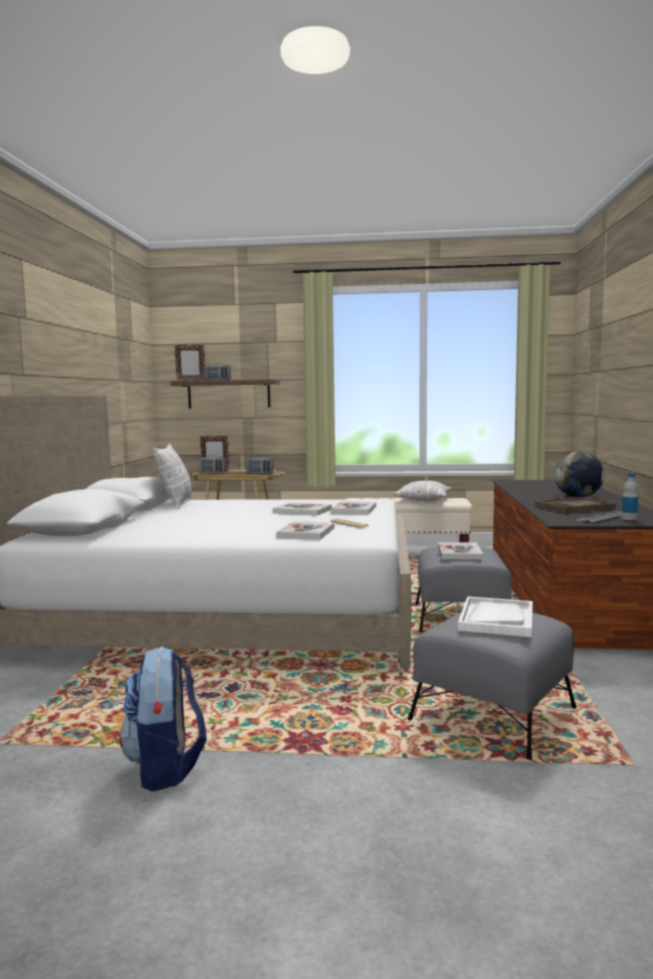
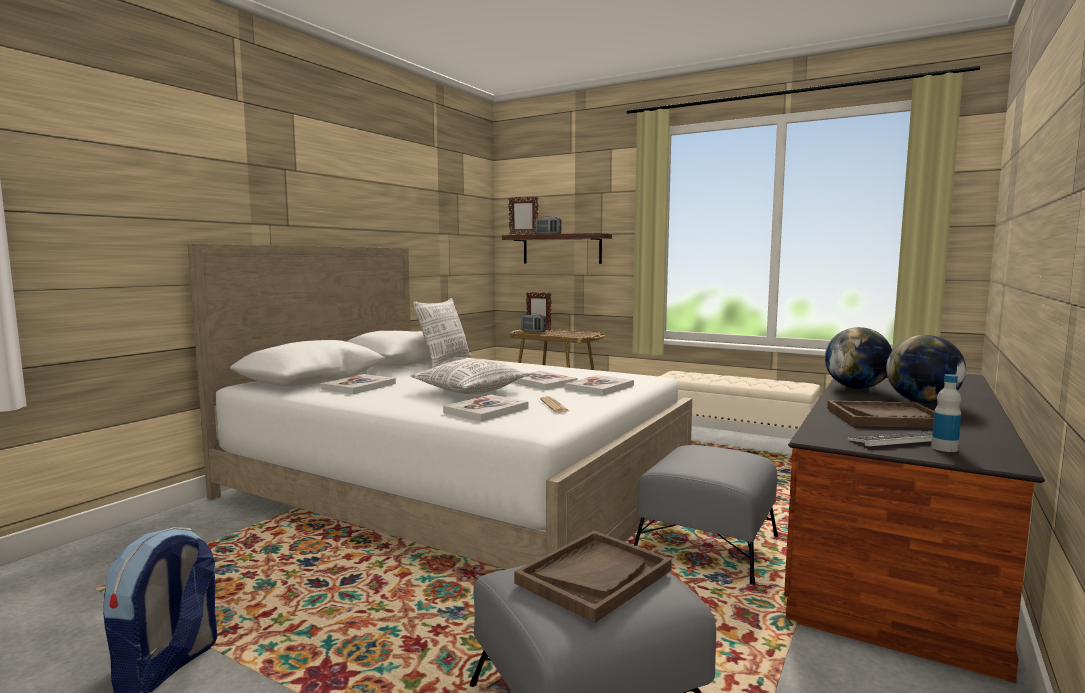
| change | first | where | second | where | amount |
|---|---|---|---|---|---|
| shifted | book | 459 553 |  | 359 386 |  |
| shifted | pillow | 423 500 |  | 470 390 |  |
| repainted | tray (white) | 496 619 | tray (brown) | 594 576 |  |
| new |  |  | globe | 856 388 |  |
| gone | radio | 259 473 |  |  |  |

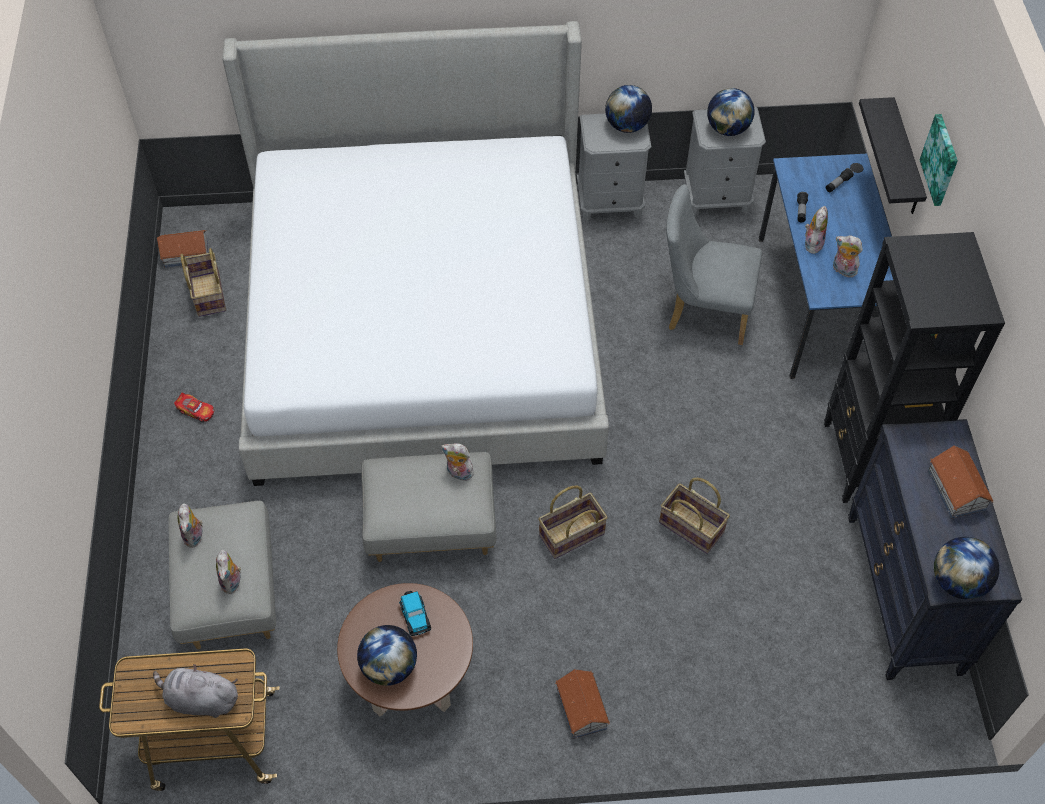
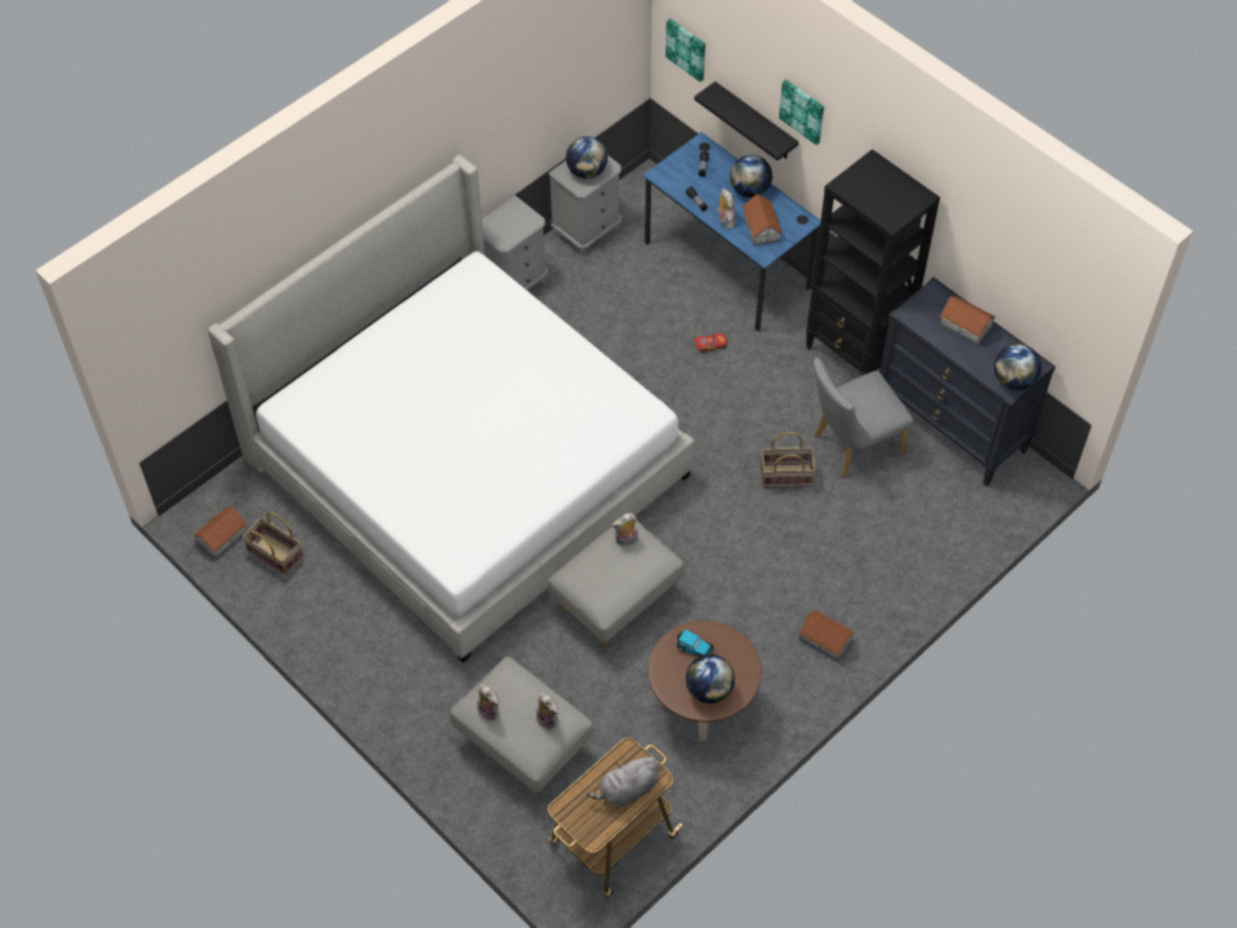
| change | first | where | second | where | amount |
|---|---|---|---|---|---|
| new |  |  | picture | 687 49 |  |
| shifted | toy car | 196 411 |  | 710 345 |  |
| shifted | globe | 627 126 |  | 750 190 |  |
| swapped | plush toy | 842 270 | toy house | 761 227 |  |
| shifted | chair (grey) | 702 310 |  | 852 445 |  |
| gone | basket | 572 535 |  |  |  |

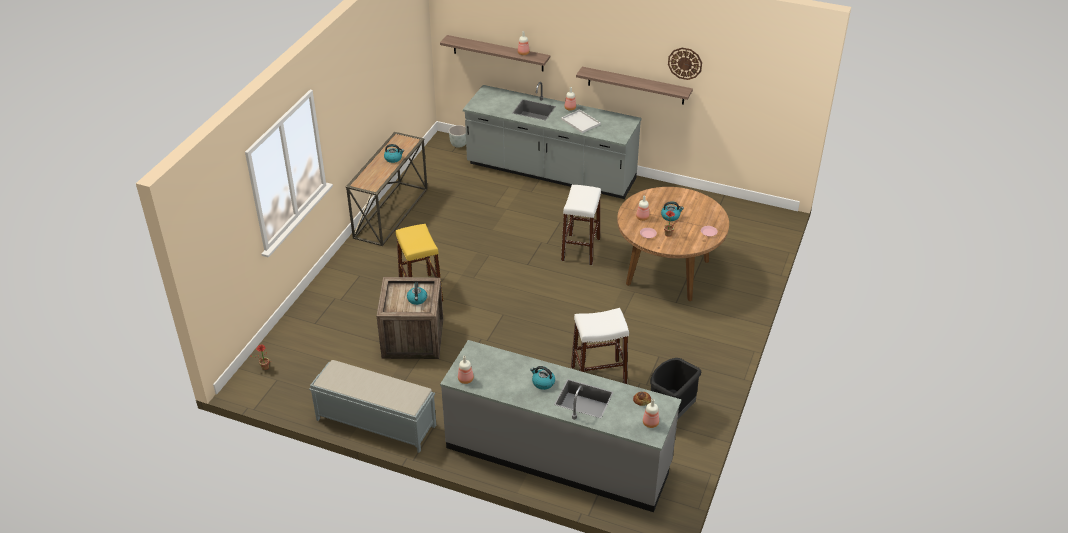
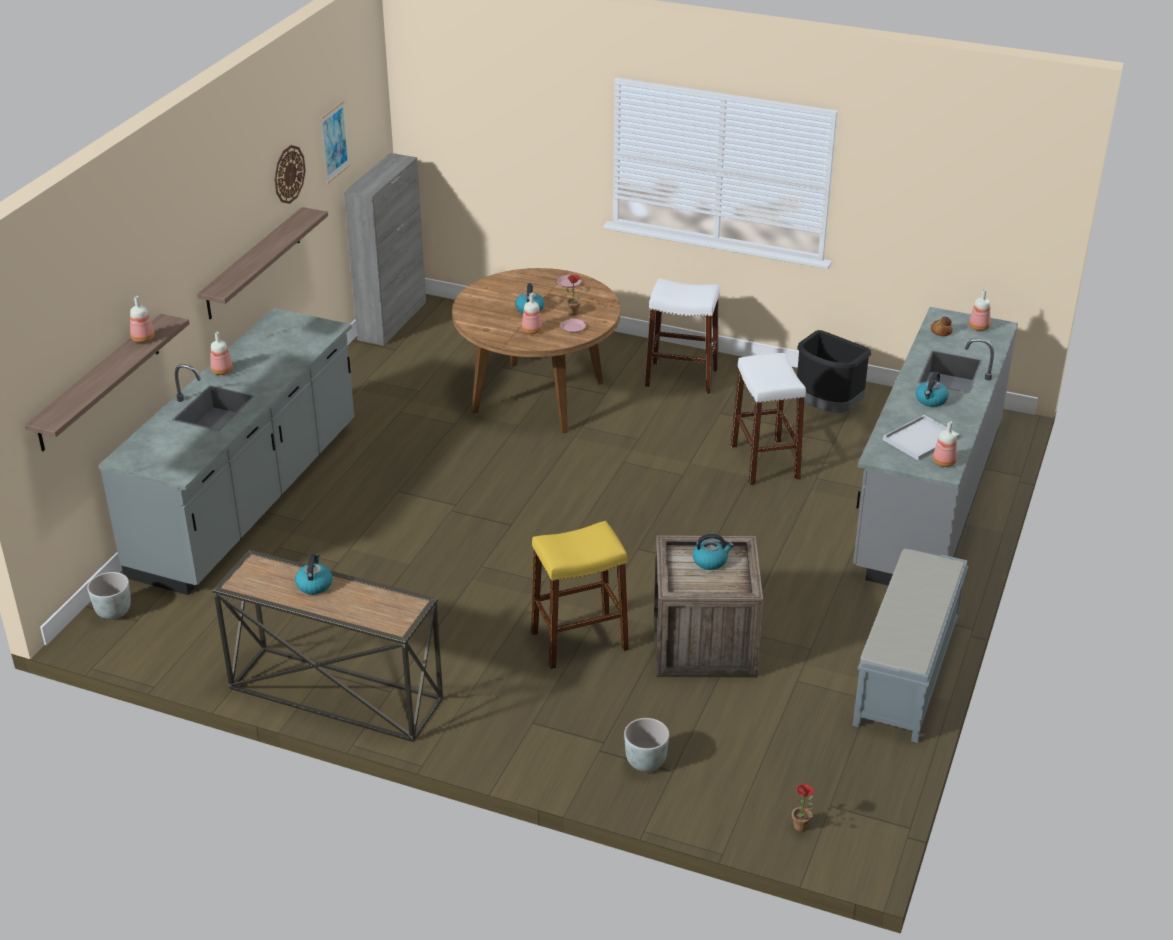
| change | first | where | second | where | amount |
|---|---|---|---|---|---|
| new |  |  | picture | 334 141 |  |
| new |  |  | cabinet (grey) | 393 320 |  |
| new |  |  | planter (grey) | 646 762 |  |
| shifted | stool (white) | 580 249 |  | 681 378 |  |
| shifted | tray (white) | 581 122 |  | 921 438 |  |

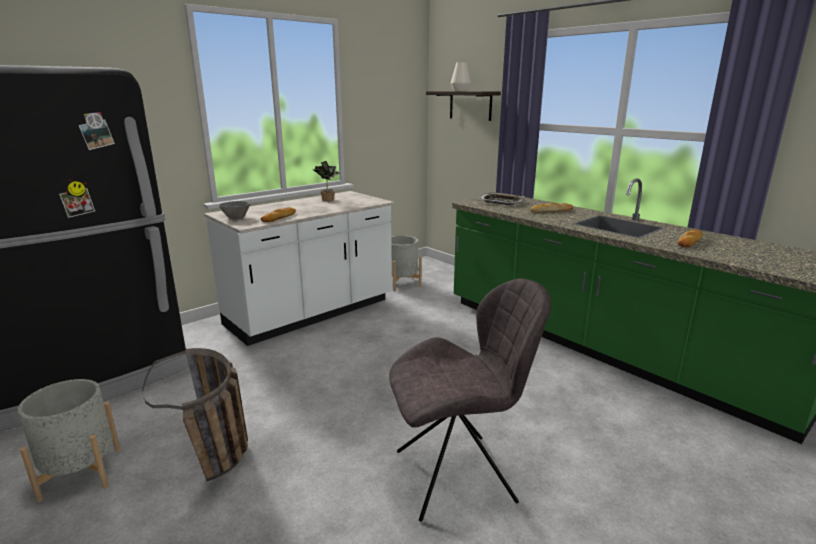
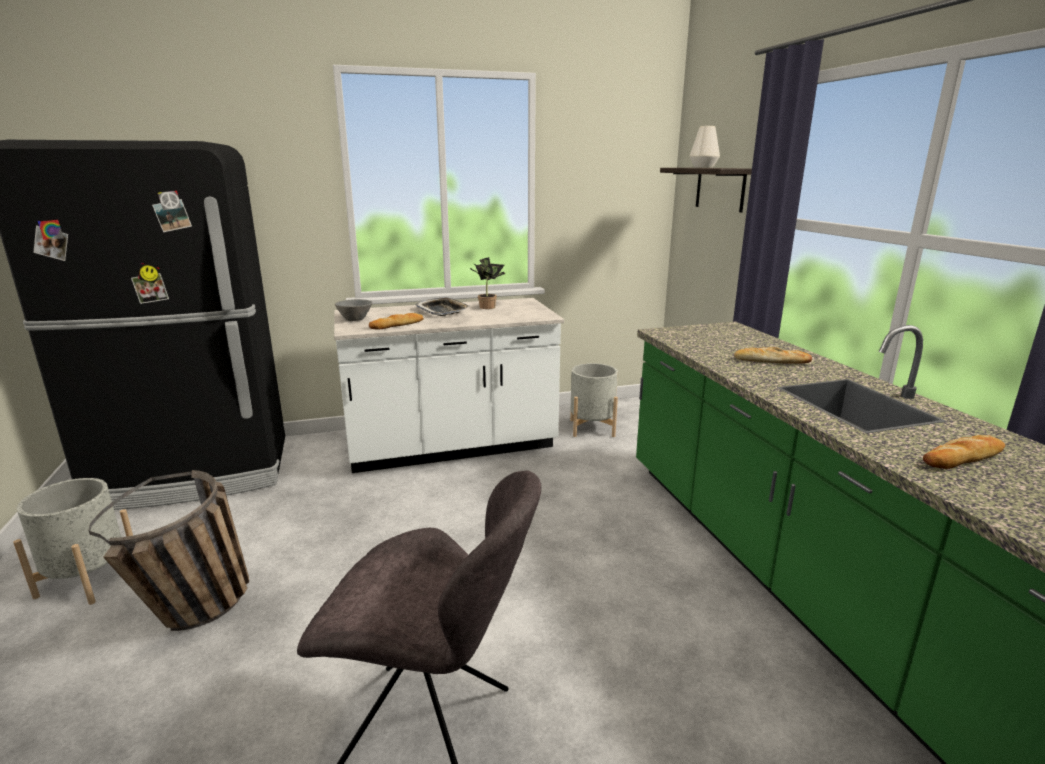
| change | first | where | second | where | amount |
|---|---|---|---|---|---|
| shifted | tray | 502 202 |  | 442 311 |  |

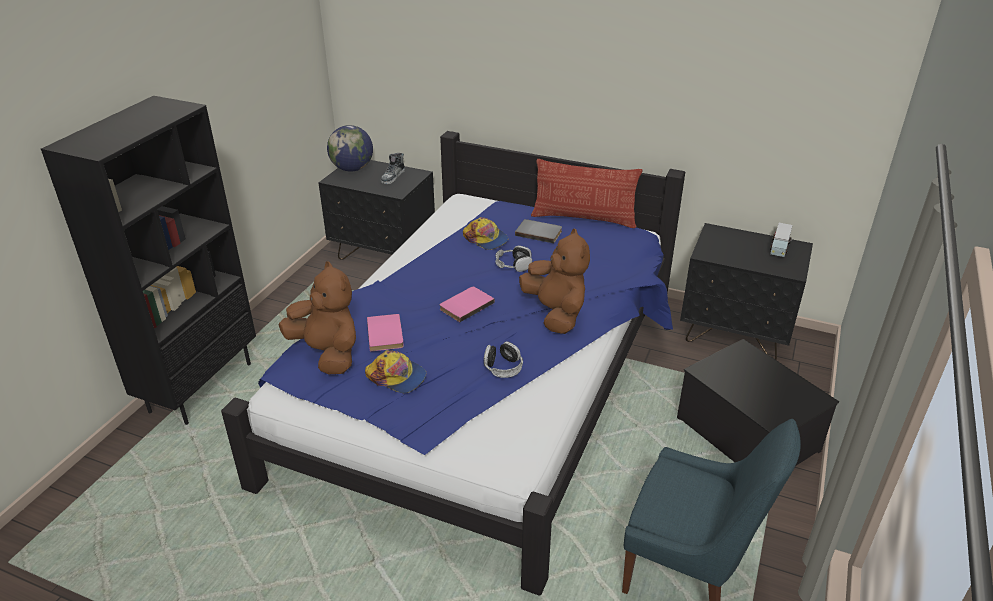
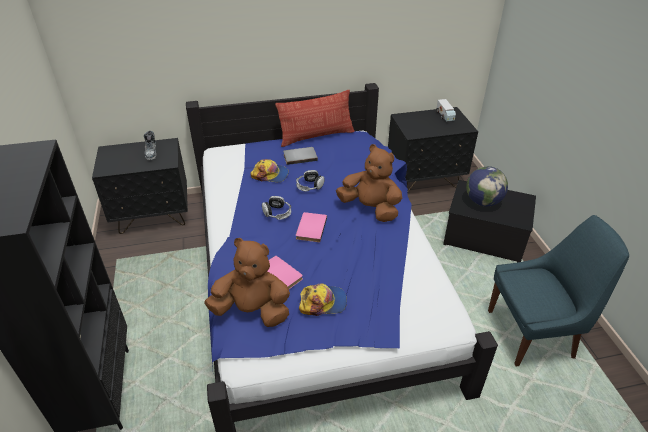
| change | first | where | second | where | amount |
|---|---|---|---|---|---|
| shifted | headphones | 503 367 |  | 277 213 |  |
| shifted | globe | 352 169 |  | 483 202 |  |

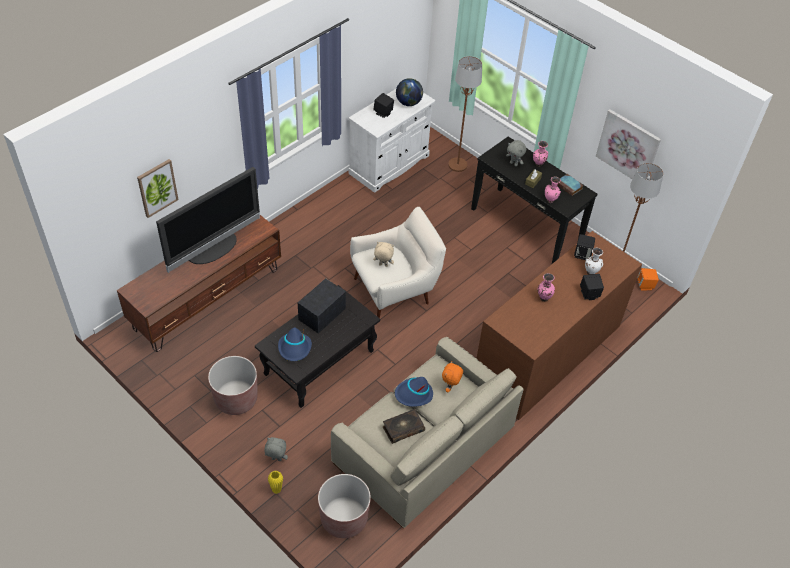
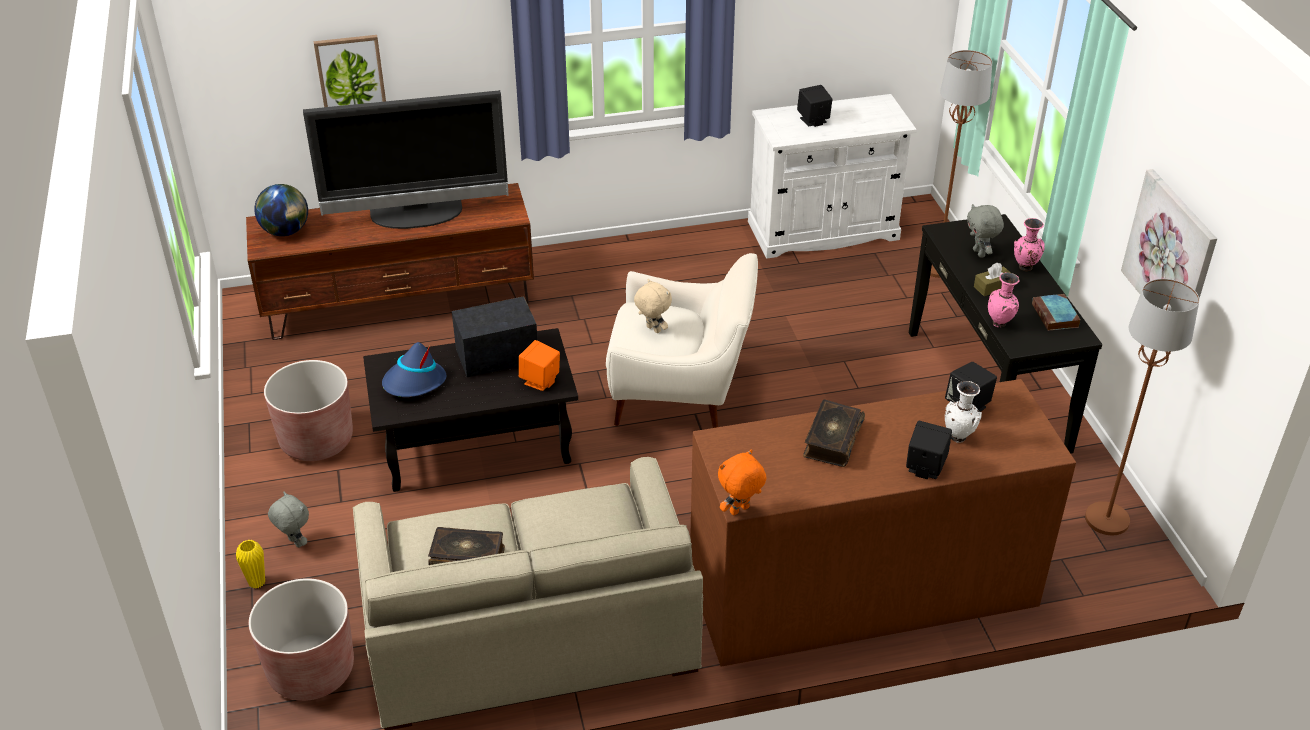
| change | first | where | second | where | amount |
|---|---|---|---|---|---|
| shifted | globe | 409 103 |  | 286 231 |  |
| shifted | speaker (orange) | 645 285 |  | 540 381 |  |
| shifted | plush toy (orange) | 450 387 |  | 740 511 |  |
| swapped | vase (pink) | 543 298 | book | 832 440 |  |
| gone | hat (blue) | 413 394 |  |  |  |

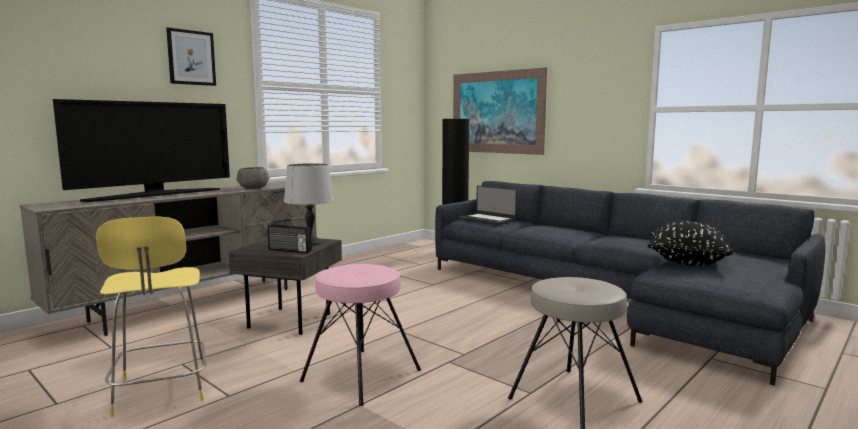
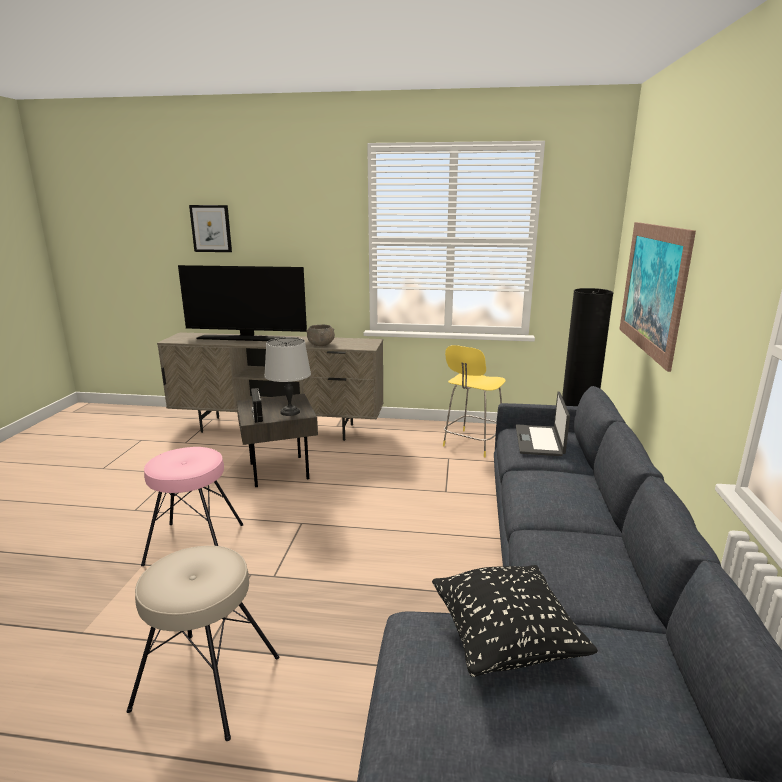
| change | first | where | second | where | amount |
|---|---|---|---|---|---|
| shifted | picture | 191 57 |  | 211 228 |  |
| shifted | stool (yellow) | 161 391 |  | 472 444 |  |

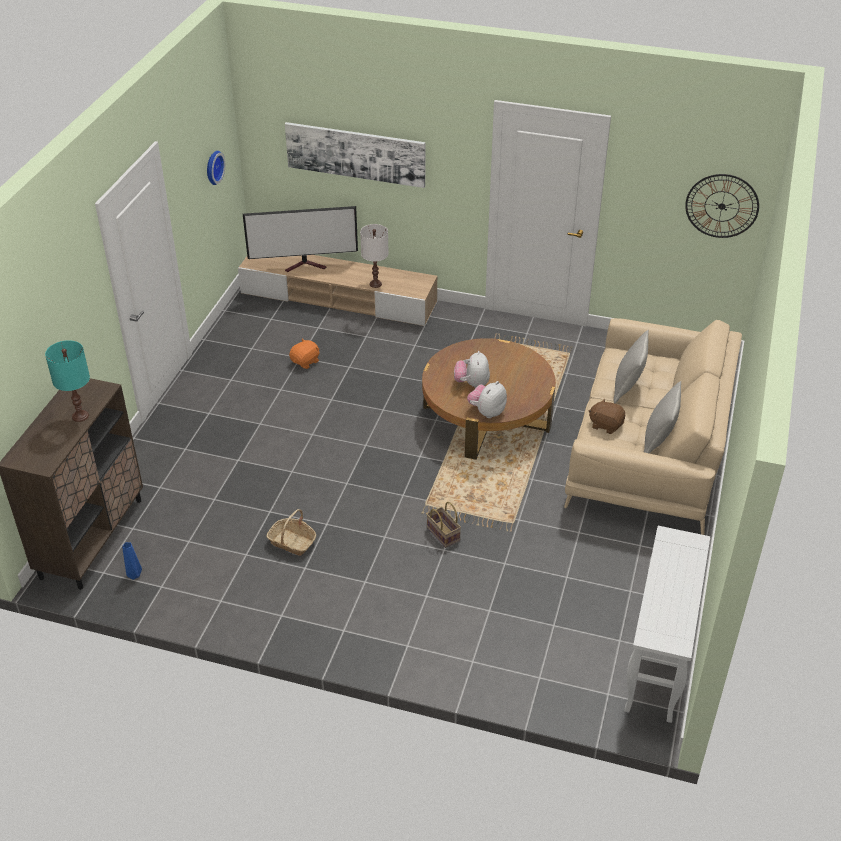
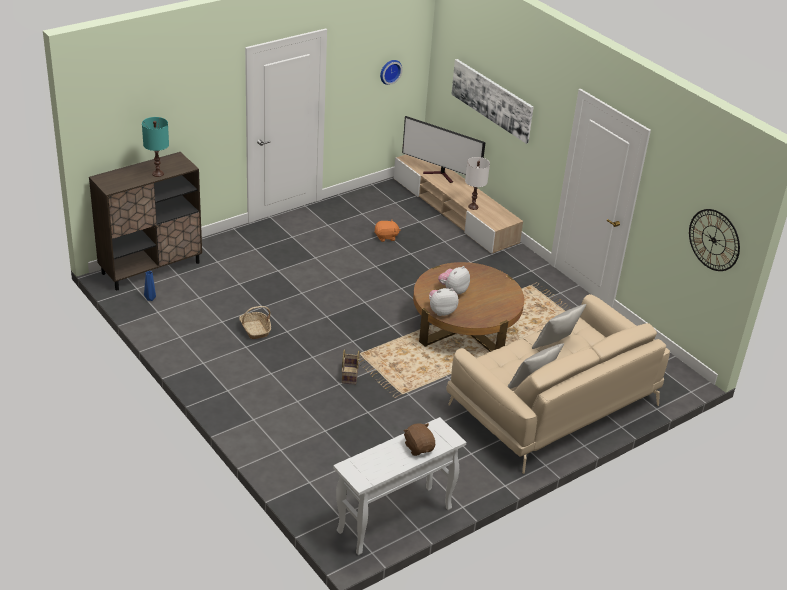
| change | first | where | second | where | amount |
|---|---|---|---|---|---|
| shifted | plush toy (brown) | 606 425 |  | 419 447 |  |

